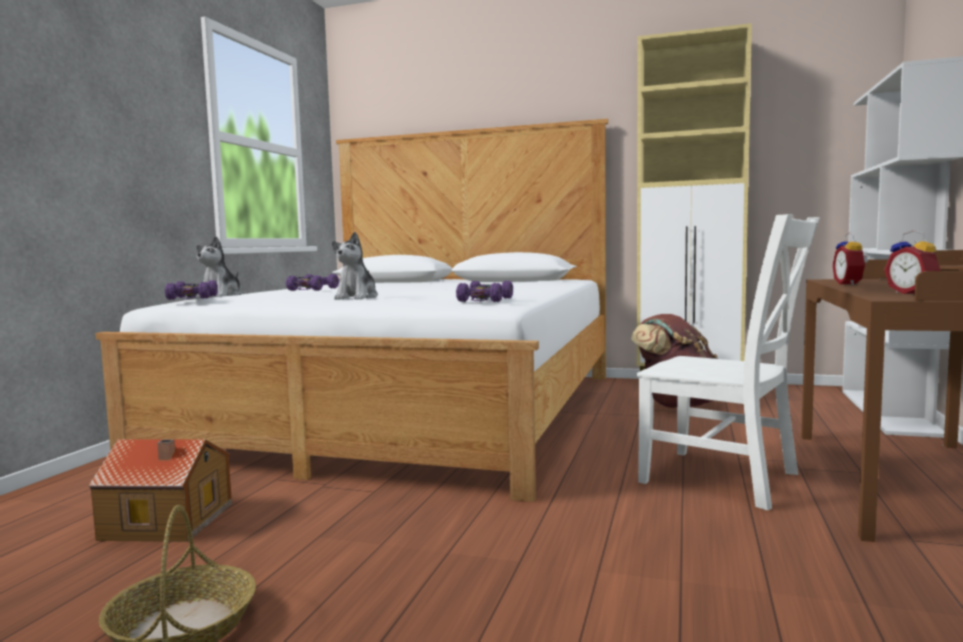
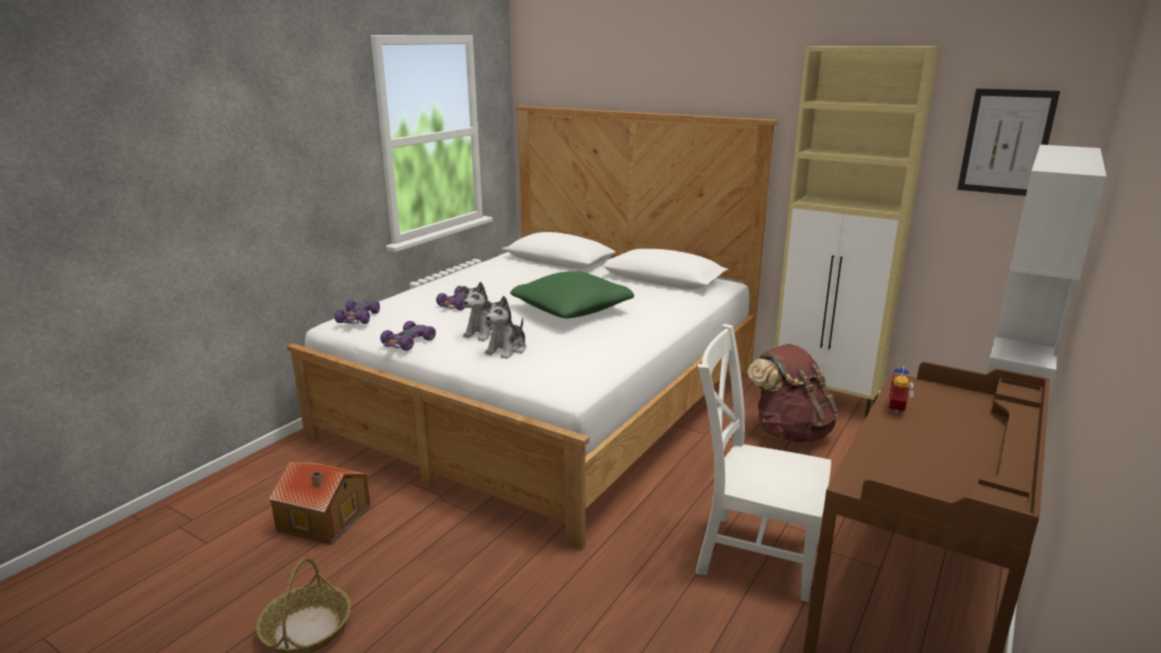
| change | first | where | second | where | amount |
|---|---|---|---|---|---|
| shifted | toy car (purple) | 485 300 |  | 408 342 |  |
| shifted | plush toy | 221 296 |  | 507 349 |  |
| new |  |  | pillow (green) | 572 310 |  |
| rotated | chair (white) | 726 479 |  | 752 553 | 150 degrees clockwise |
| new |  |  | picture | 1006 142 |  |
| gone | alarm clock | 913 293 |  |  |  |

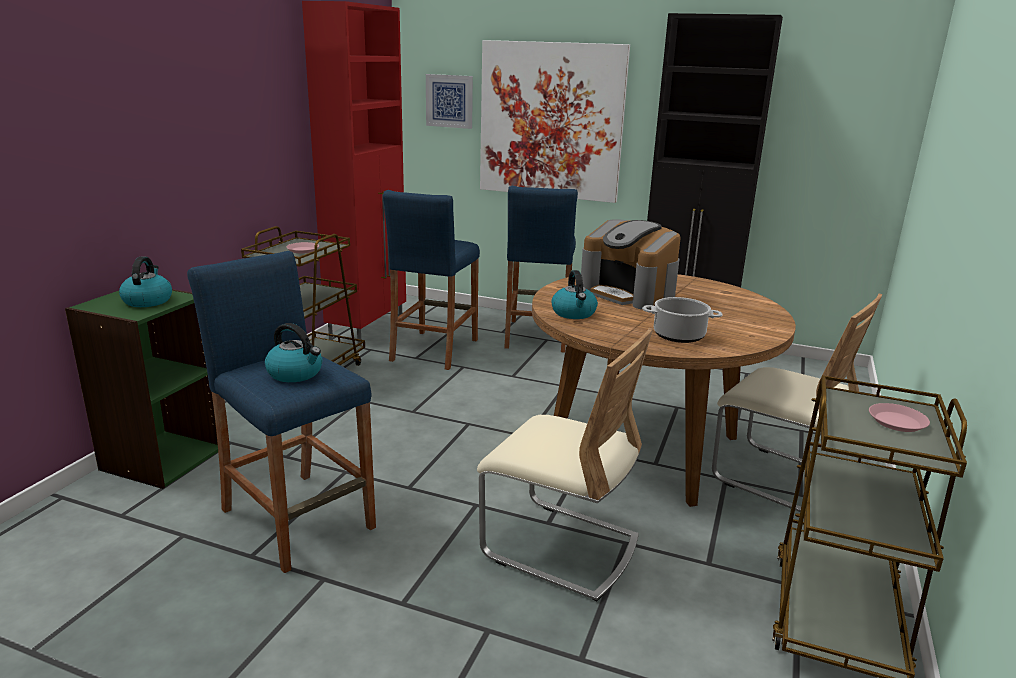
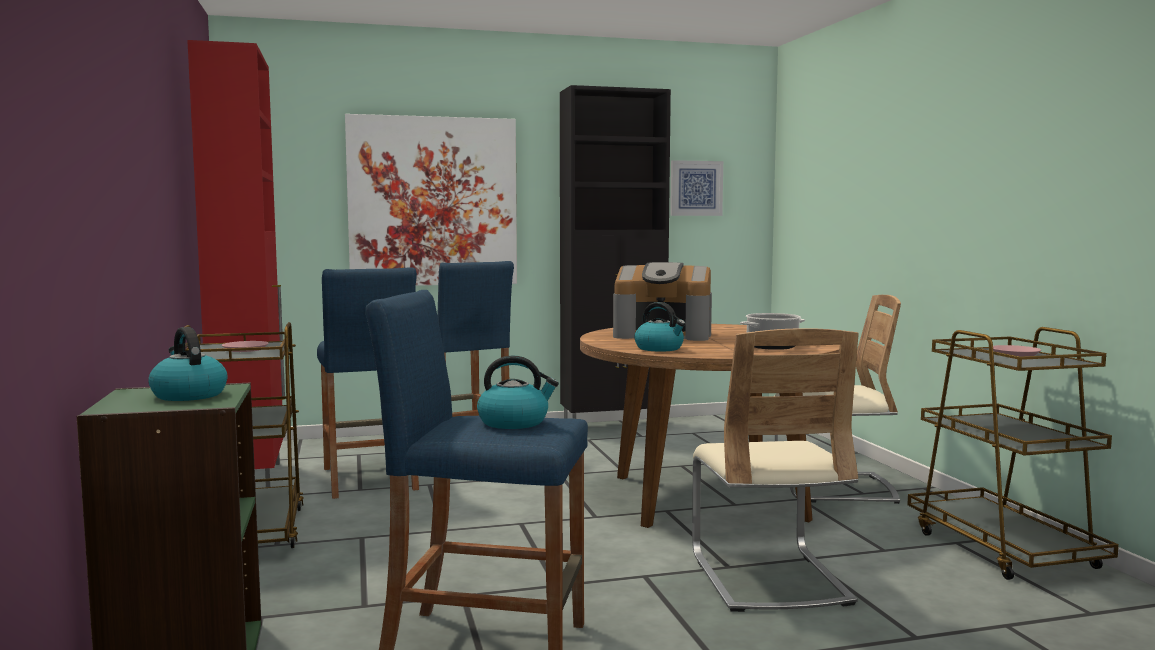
| change | first | where | second | where | amount |
|---|---|---|---|---|---|
| shifted | picture | 449 101 |  | 696 188 |  |
| rotated | chair (beige) | 560 547 |  | 768 578 | 90 degrees clockwise |

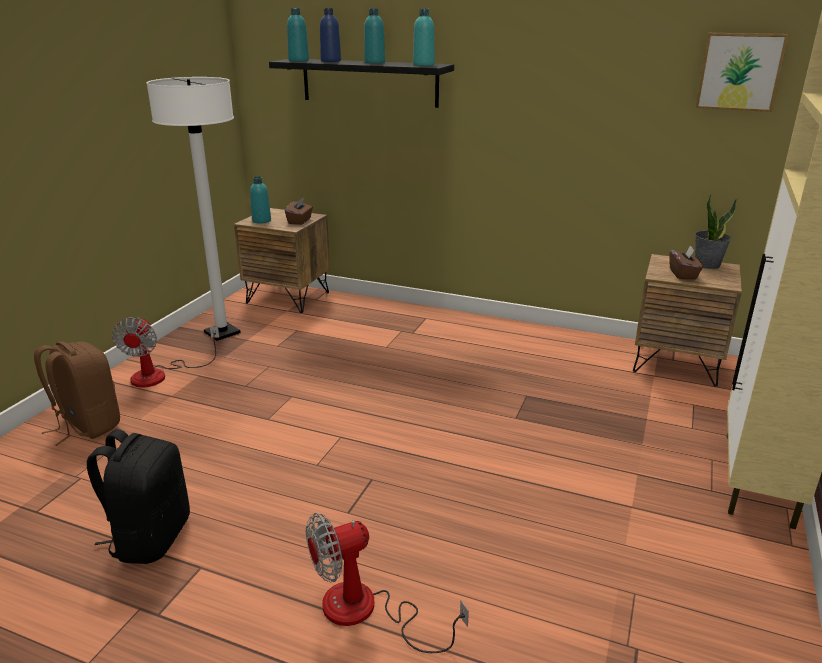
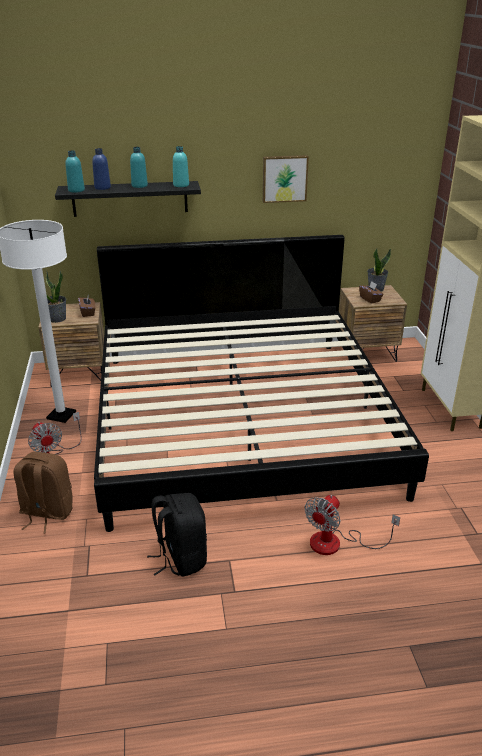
| change | first | where | second | where | amount |
|---|---|---|---|---|---|
| swapped | bottle (turquoise) | 261 221 | potted plant | 57 319 |  |
| new |  |  | bed | 241 419 |  |
| shifted | picture | 740 71 |  | 284 178 |  |

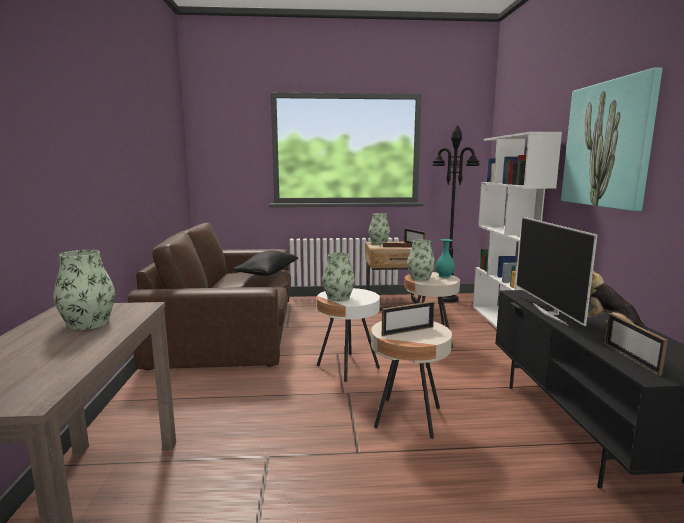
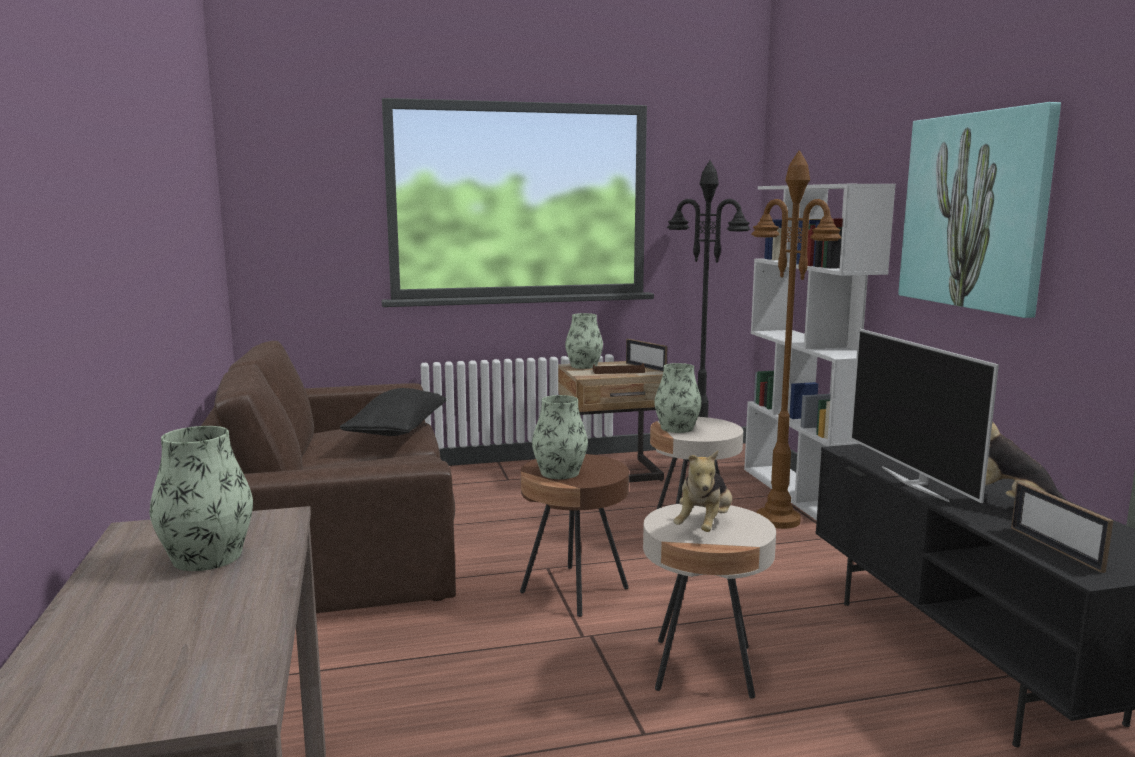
| change | first | where | second | where | amount |
|---|---|---|---|---|---|
| repainted | side table (white) | 347 367 | side table (brown) | 574 590 |  |
| swapped | picture frame | 408 331 | plush toy | 704 526 |  |
| new |  |  | floor lamp (brown) | 777 520 |  |
| gone | vase (turquoise) | 444 276 |  |  |  |

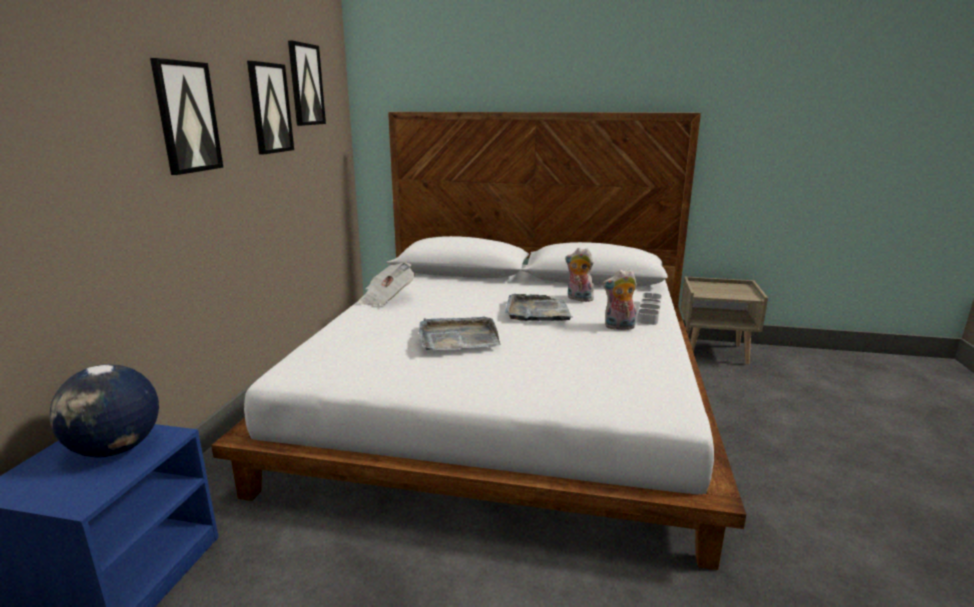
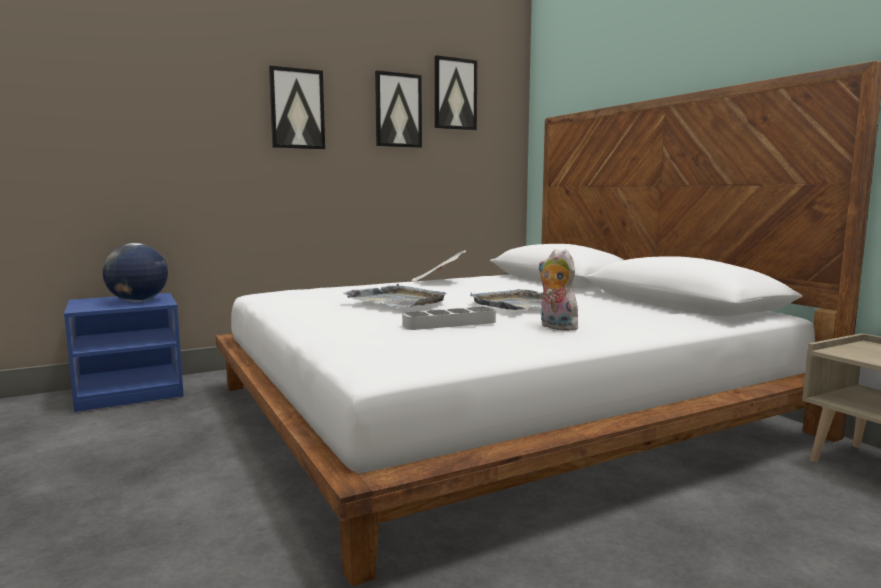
| change | first | where | second | where | amount |
|---|---|---|---|---|---|
| shifted | tray (grey) | 649 312 |  | 449 324 |  |
| gone | plush toy | 578 299 |  |  |  |

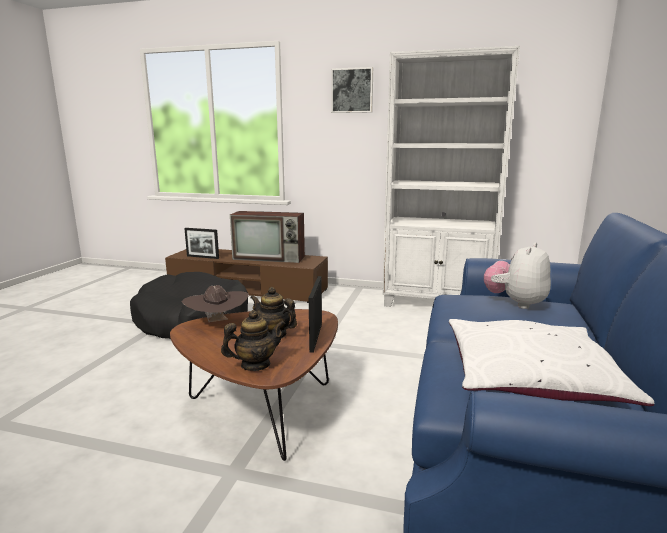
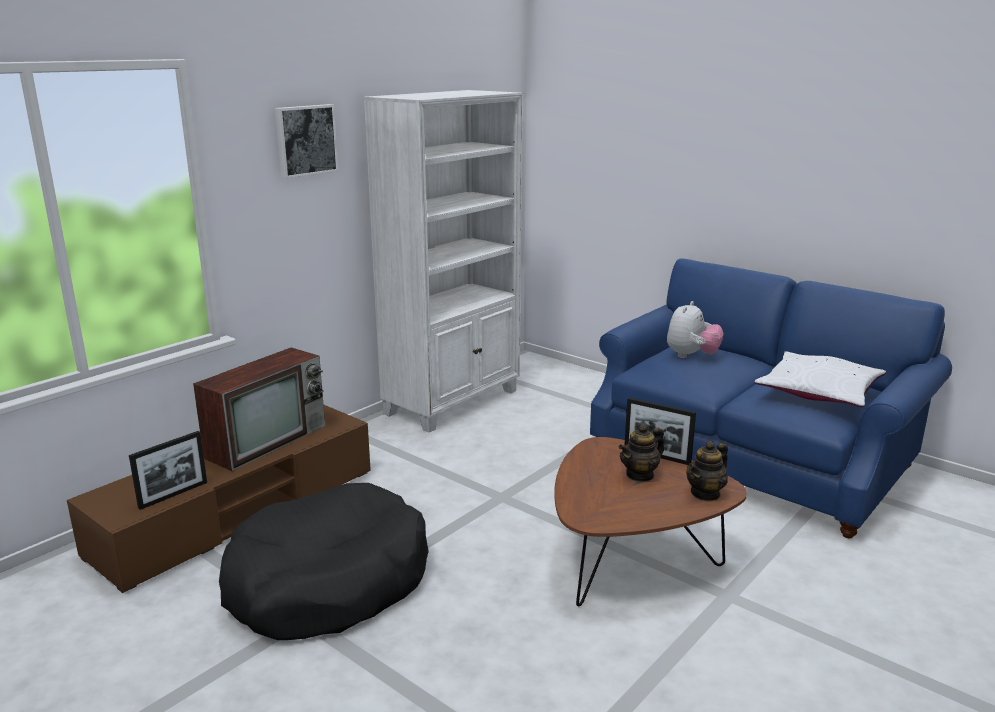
| change | first | where | second | where | amount |
|---|---|---|---|---|---|
| rotated | plush toy | 515 303 |  | 691 356 | 120 degrees counterclockwise |
| rotated | teapot | 255 365 |  | 705 493 | 135 degrees counterclockwise |
| gone | hat (brown) | 217 323 |  |  |  |

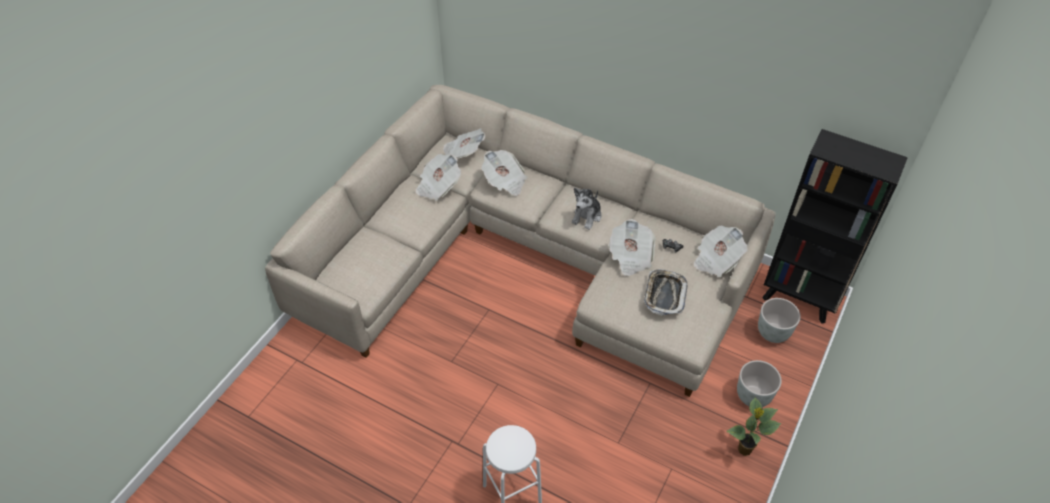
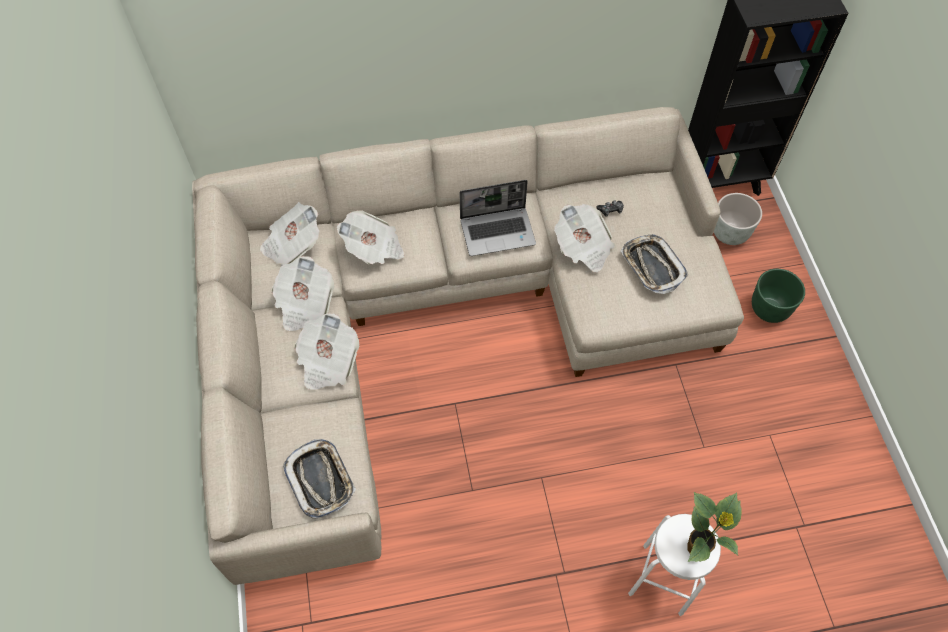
| change | first | where | second | where | amount |
|---|---|---|---|---|---|
| new |  |  | tray | 320 480 |  |
| shifted | newspaper | 716 260 |  | 327 362 |  |
| swapped | plush toy | 587 216 | laptop | 498 231 |  |
| shifted | potted plant | 744 450 |  | 697 549 |  |
| repainted | planter (grey) | 752 396 | planter (green) | 769 310 |  |

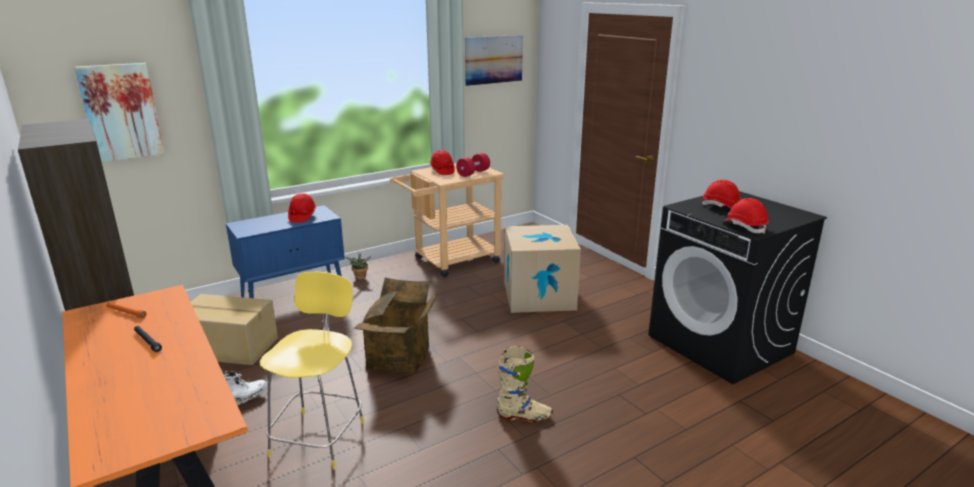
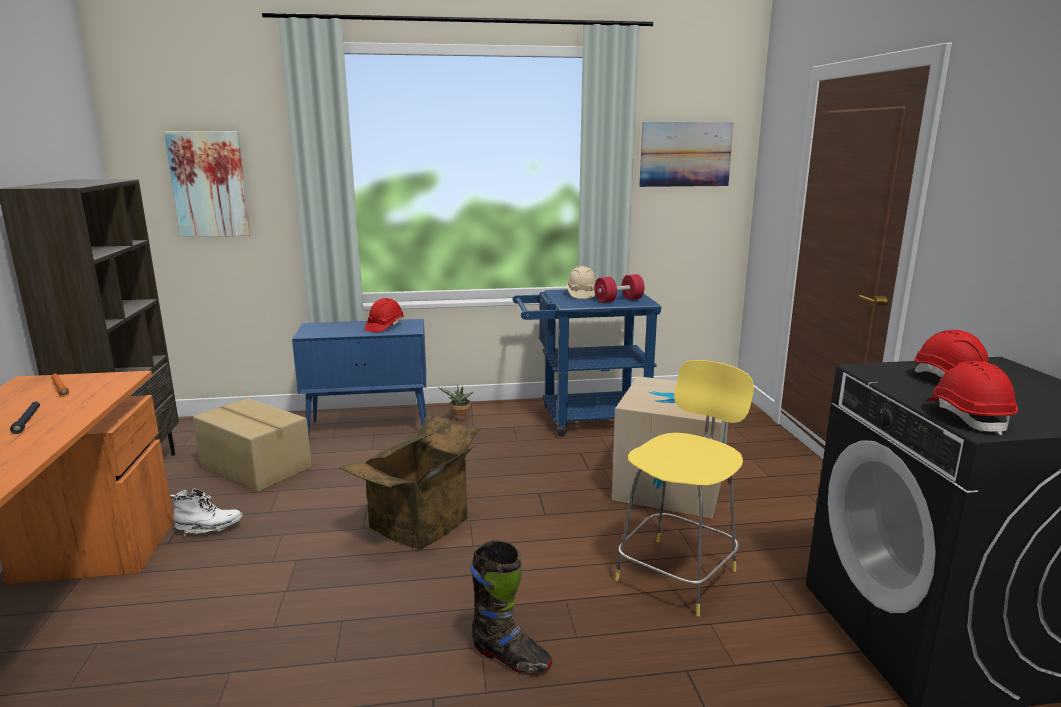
| change | first | where | second | where | amount |
|---|---|---|---|---|---|
| repainted | boot (beige) | 524 416 | boot (black) | 510 658 |  |
| repainted | cart (beige) | 450 262 | cart (blue) | 584 419 |  |
| repainted | hard hat (red) | 442 171 | hard hat (beige) | 581 294 |  |
| shifted | stool (yellow) | 320 436 |  | 678 573 |  |

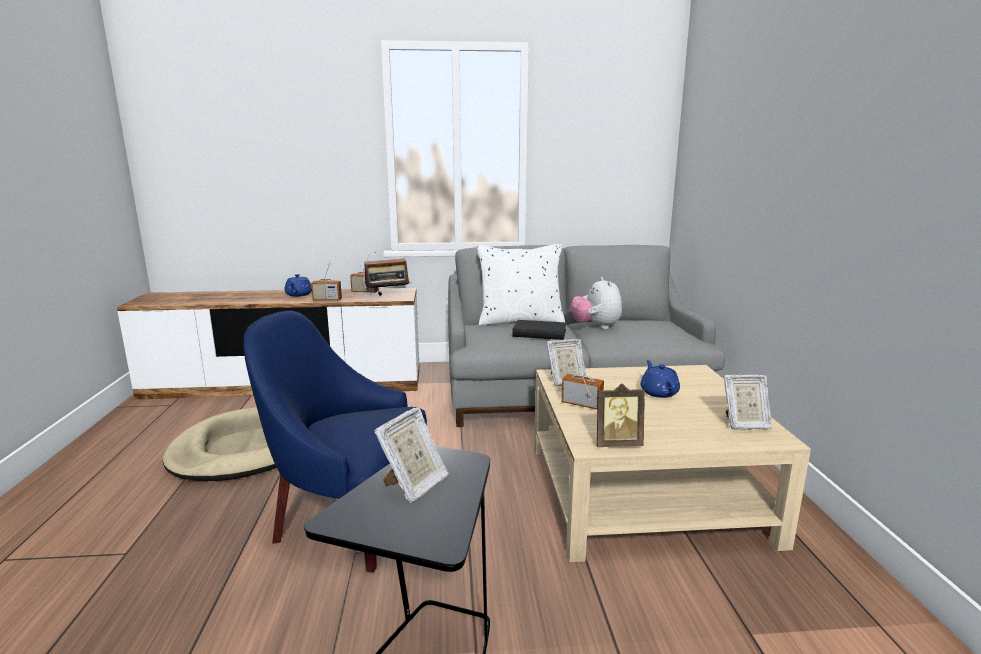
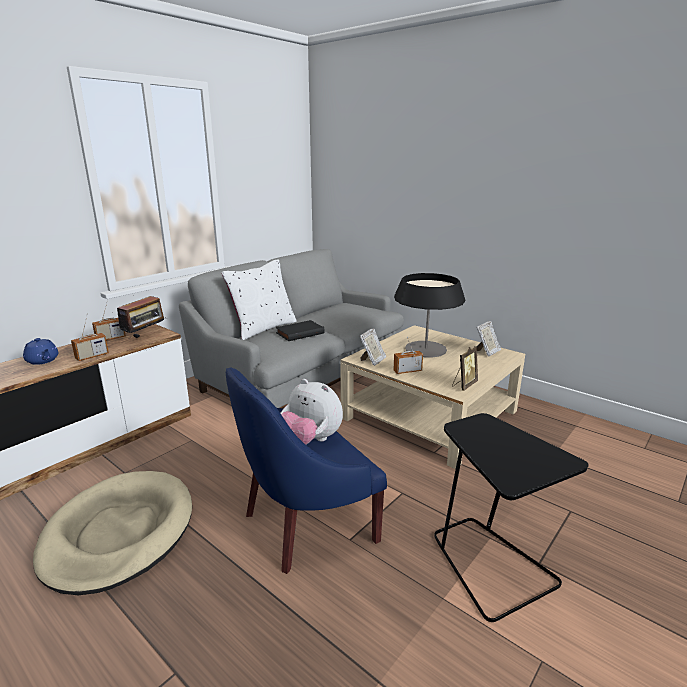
| change | first | where | second | where | amount |
|---|---|---|---|---|---|
| shifted | plush toy | 596 327 |  | 310 441 |  |
| swapped | teapot (blue) | 658 392 | table lamp | 425 349 |  |
| gone | picture frame | 414 486 |  |  |  |

